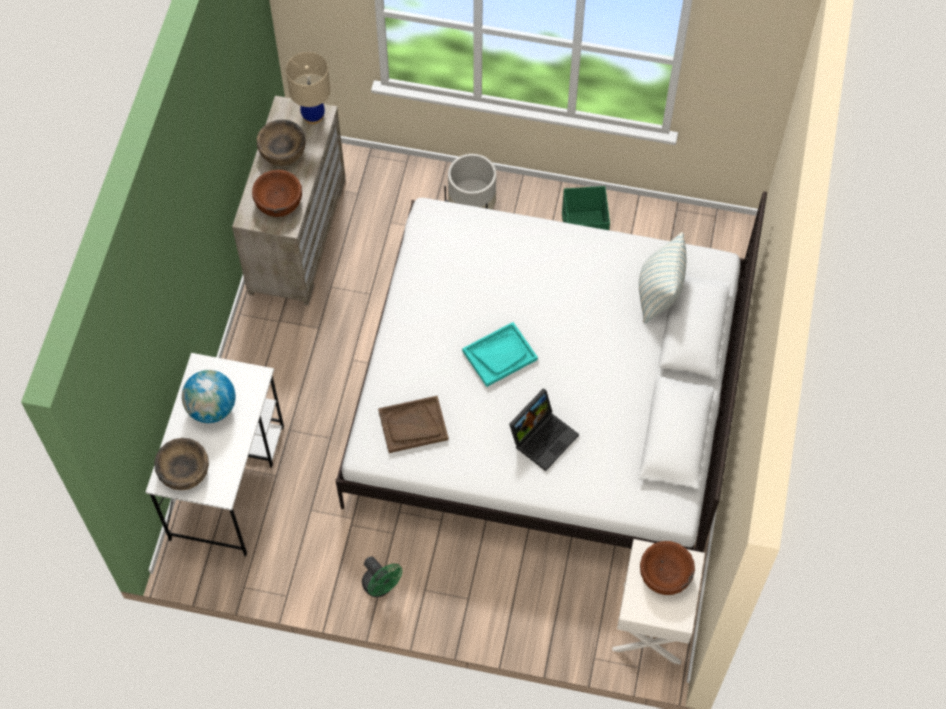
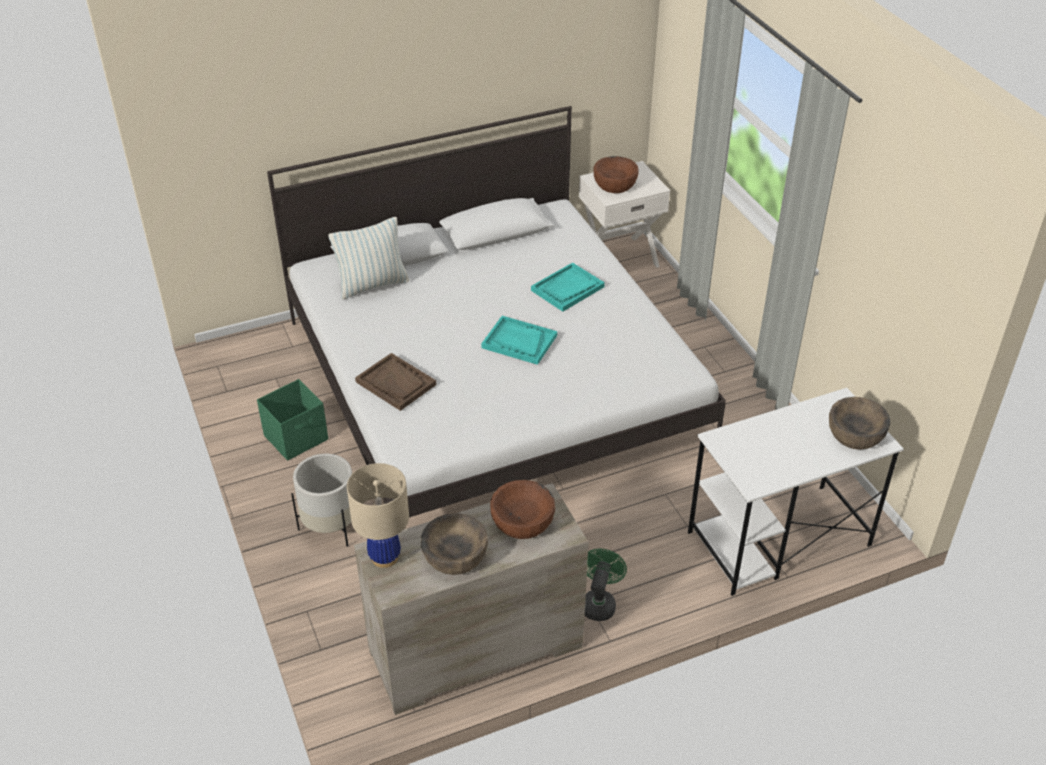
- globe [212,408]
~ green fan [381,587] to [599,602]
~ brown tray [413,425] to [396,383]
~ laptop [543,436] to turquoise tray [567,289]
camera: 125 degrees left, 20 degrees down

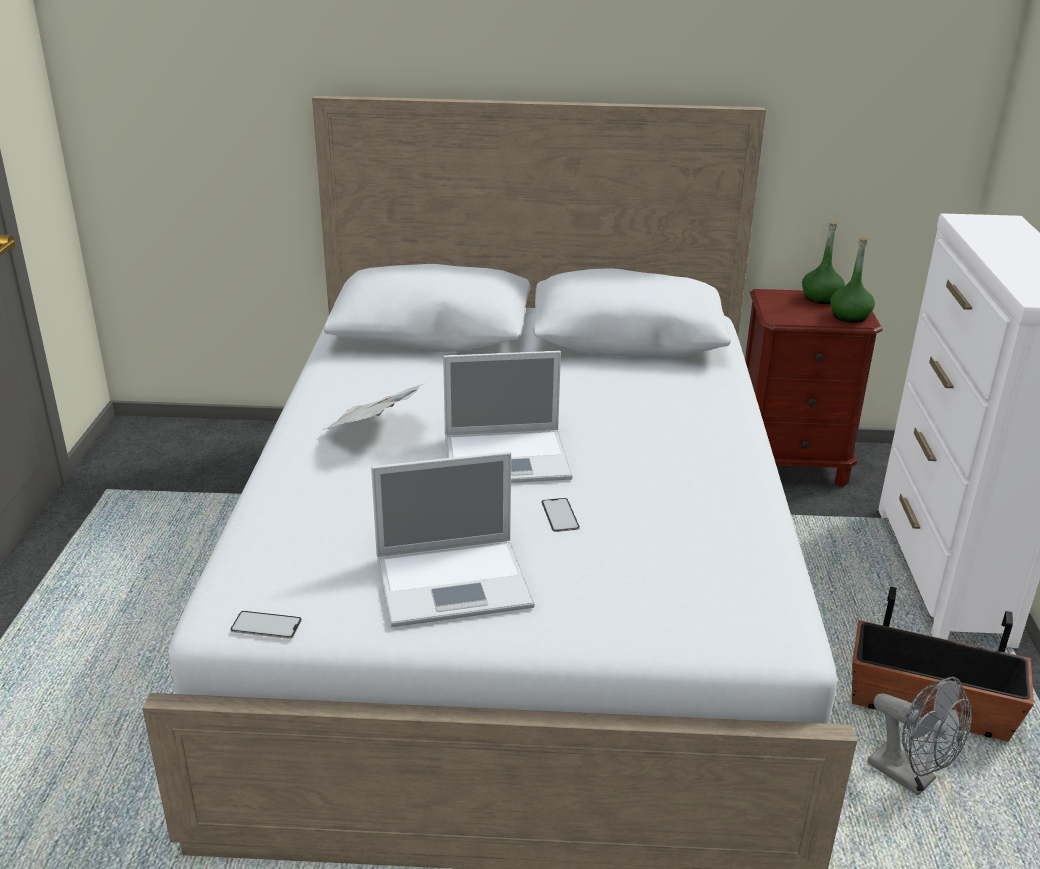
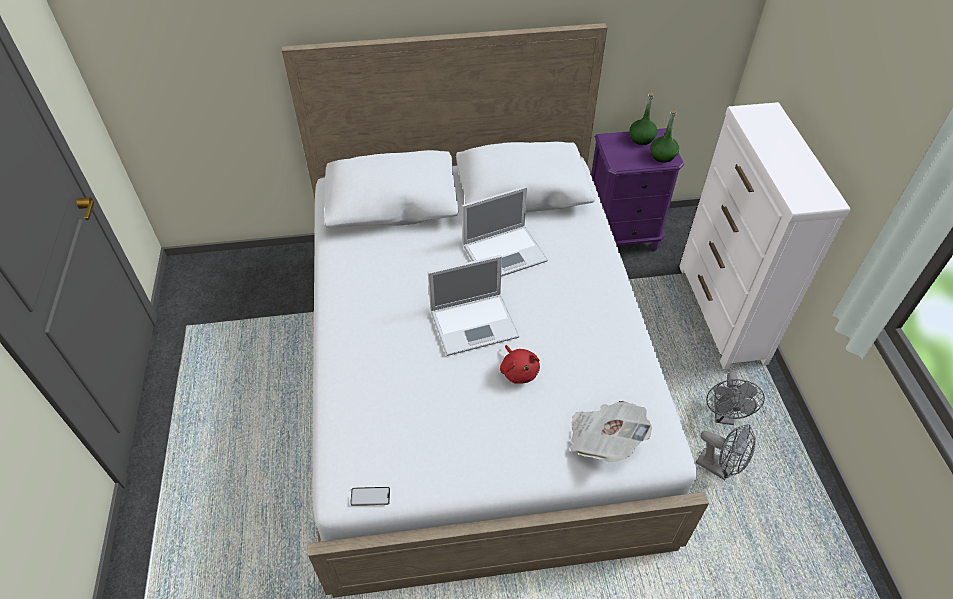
~ newspaper [374,431] to [604,439]
~ laptop [456,582] to [505,252]
~ phone [560,515] to red plush toy [519,371]
~ planter [929,706] to grey fan [724,416]
~ brown nightstand [791,464] to purple nightstand [622,235]
camera: 10 degrees left, 20 degrees up

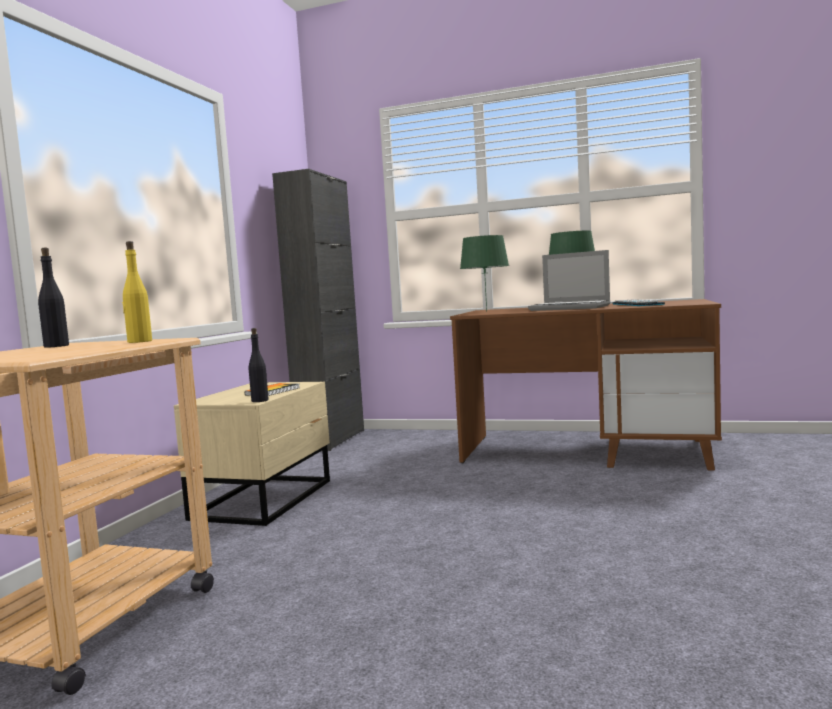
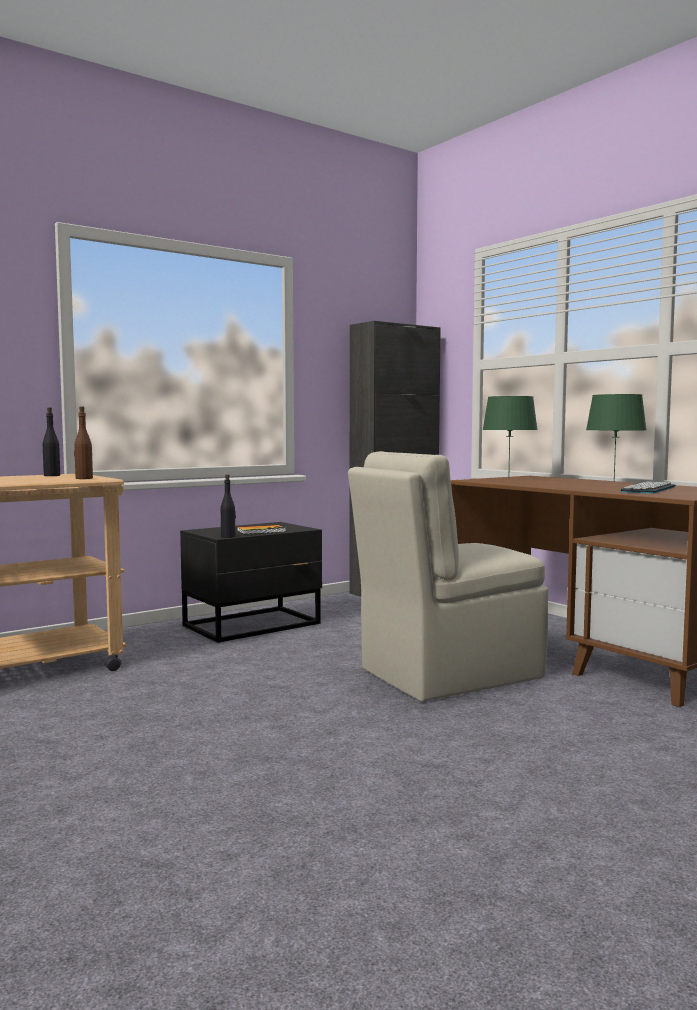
- laptop [571,308]
+ beige chair [446,674]
~ yellow bottle [139,341] to brown bottle [84,478]
~ beige nightstand [267,499] to black nightstand [255,625]
camera: 35 degrees right, 0 degrees up

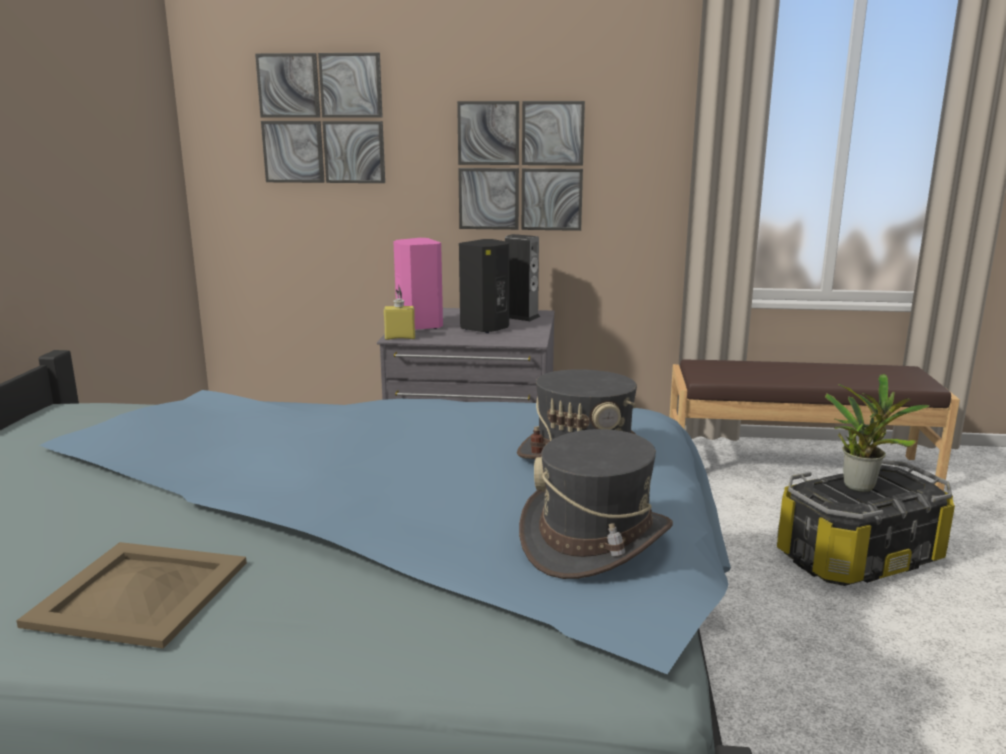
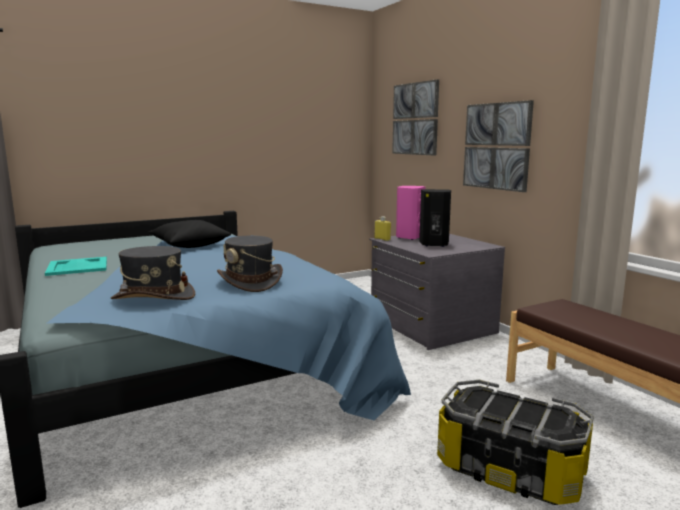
- speaker [521,317]
- potted plant [861,485]
+ black pillow [189,245]
~ beige tray [139,592] to turquoise tray [78,266]
camera: 55 degrees right, 5 degrees down

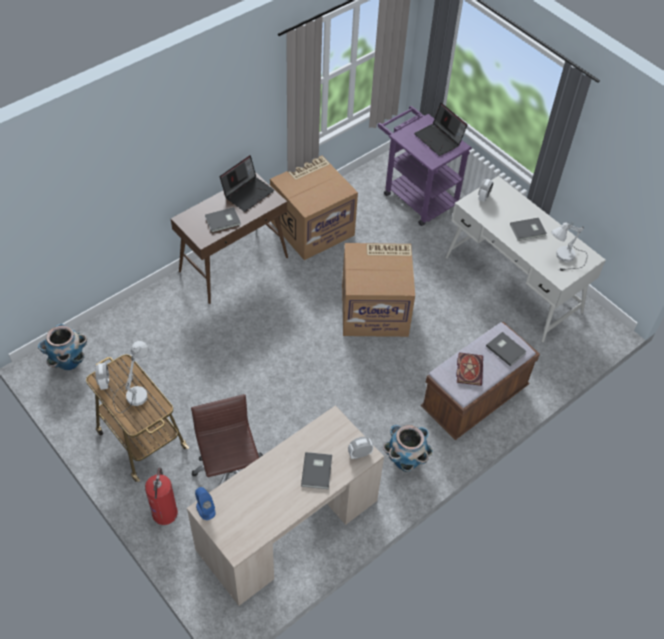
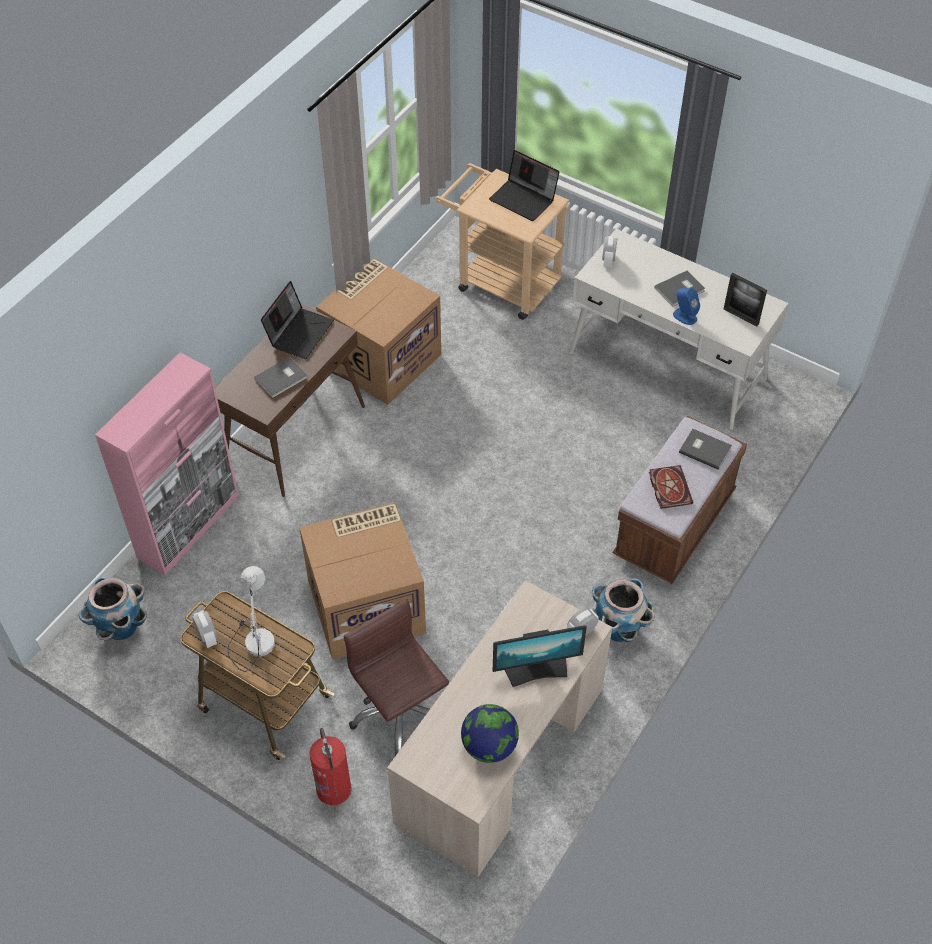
+ pink cabinet [189,526]
+ globe [489,746]
~ blue speaker [205,509] to [684,316]
~ cardboard box [375,309] to [367,605]
~ grey book [317,471] to monitor [536,669]
~ white table lamp [566,260] to picture frame [741,316]
~ purple cart [415,195] to beige cart [501,281]
camera: 15 degrees left, 0 degrees up

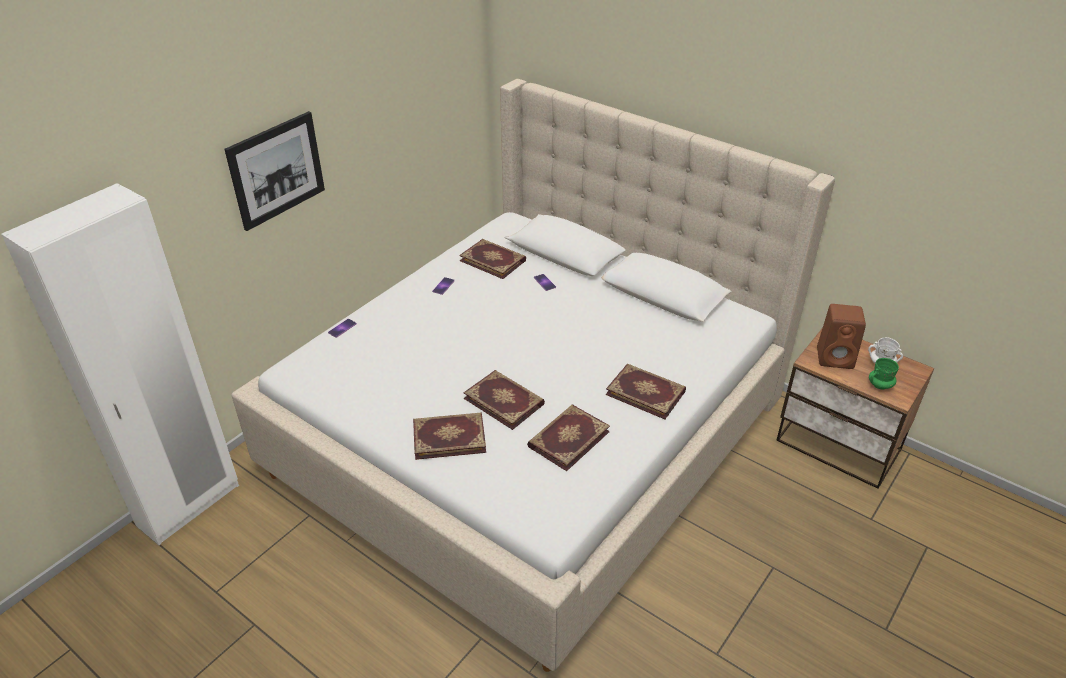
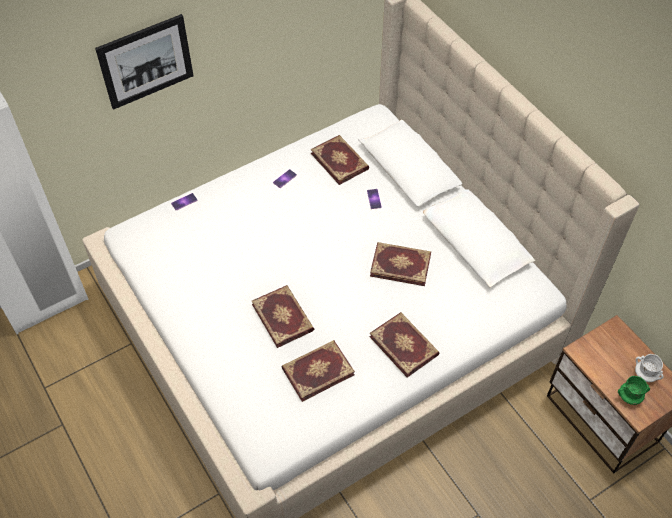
- brown speaker [836,358]
~ book [449,437] to [400,264]
camera: 20 degrees right, 15 degrees up

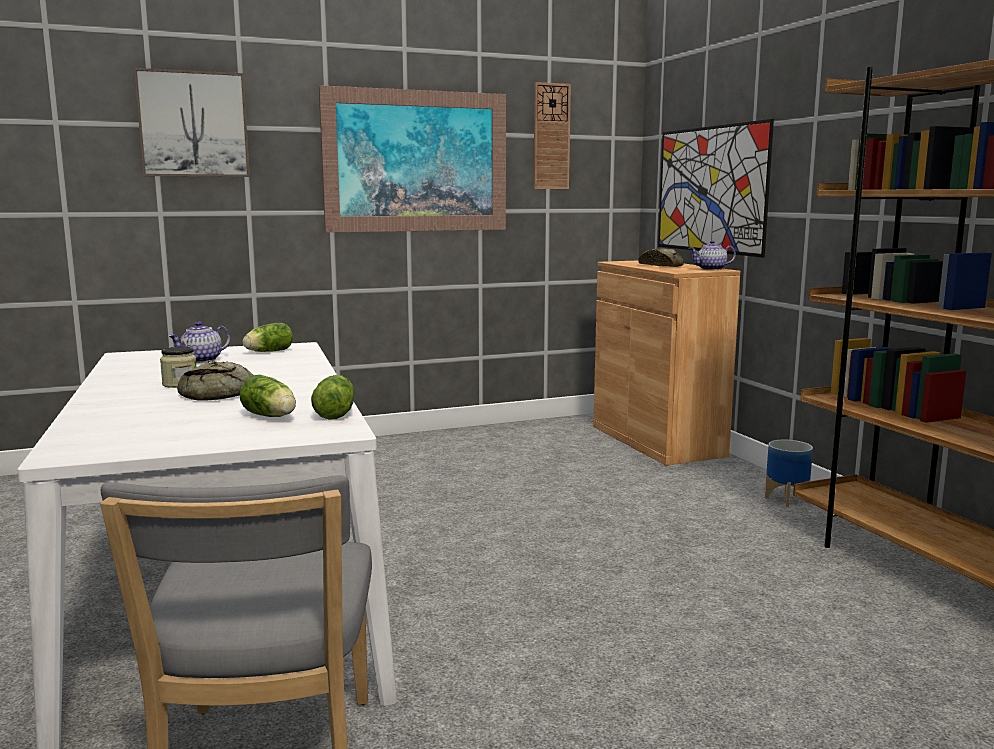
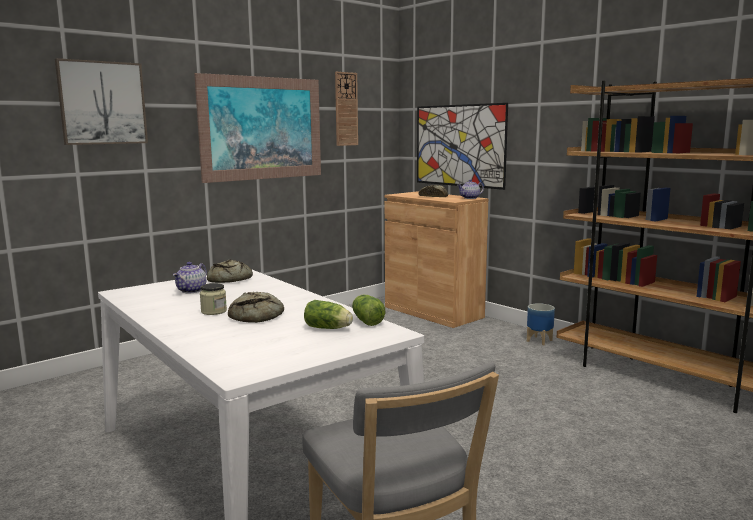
~ lettuce [267,352] to bread [228,279]
camera: 20 degrees left, 0 degrees up

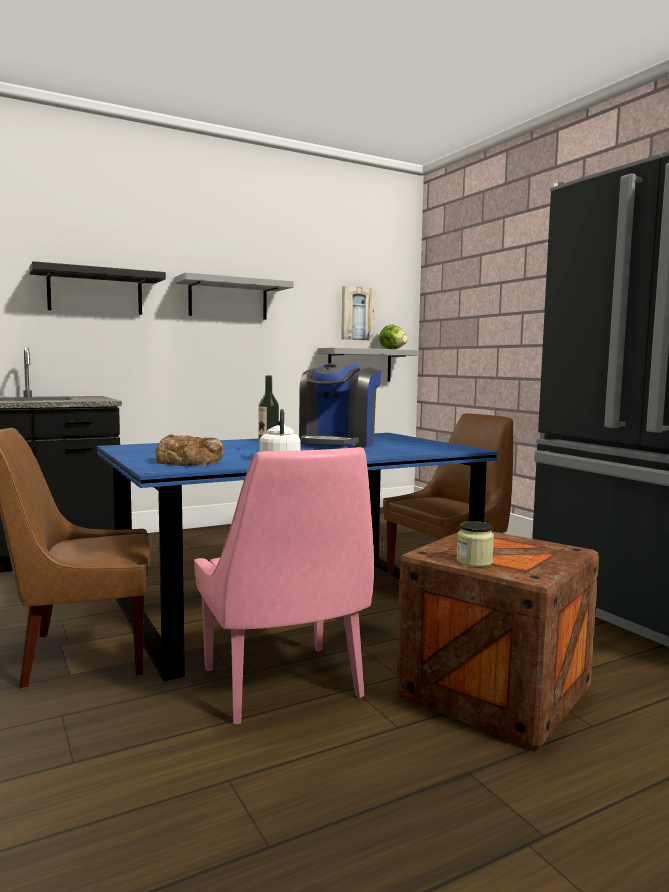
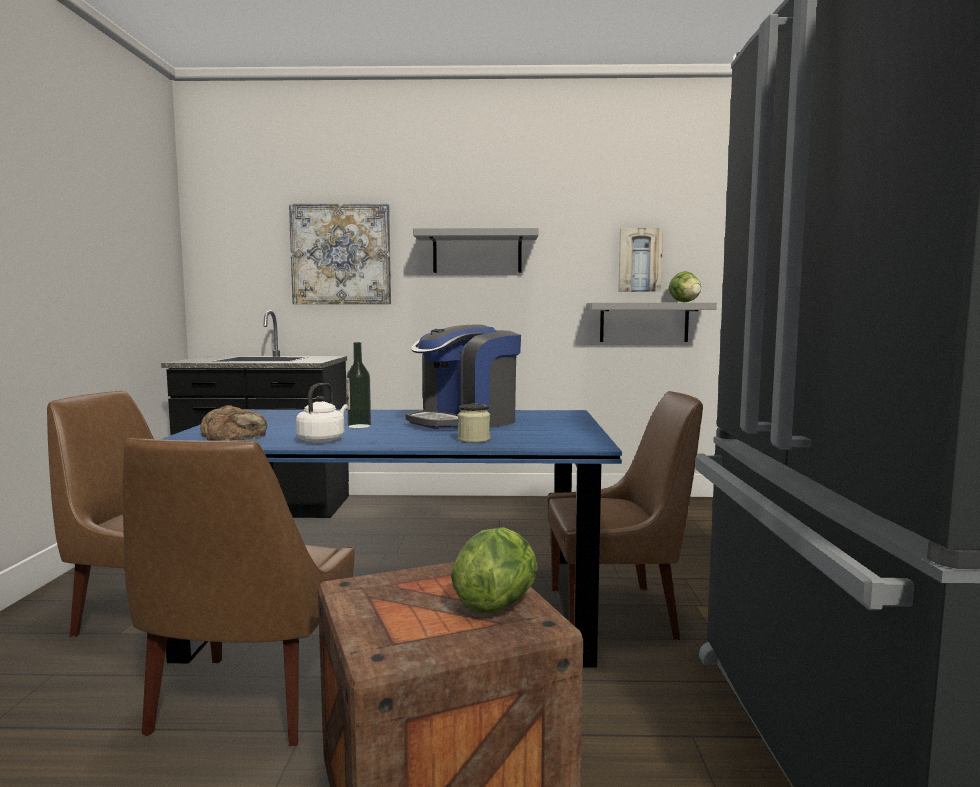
+ lettuce [497,604]
~ jar [474,562] to [474,439]
~ black shelf [95,292] to picture [341,254]
~ pink chair [284,685] to brown chair [247,703]
camera: 30 degrees right, 0 degrees up

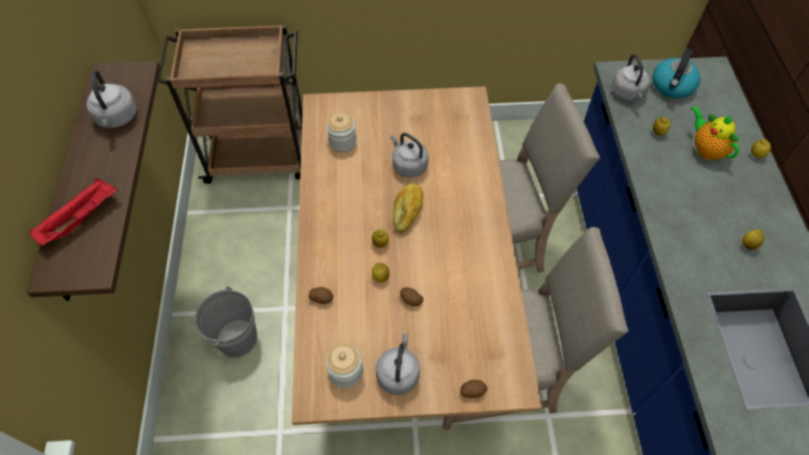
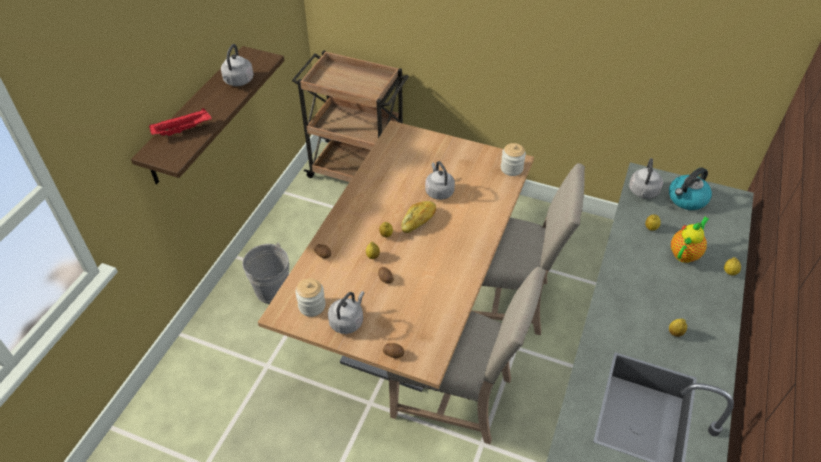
~ jar [343,142] to [511,168]
~ teapot [705,149] = [685,253] 45 degrees clockwise
camera: 25 degrees right, 10 degrees down

